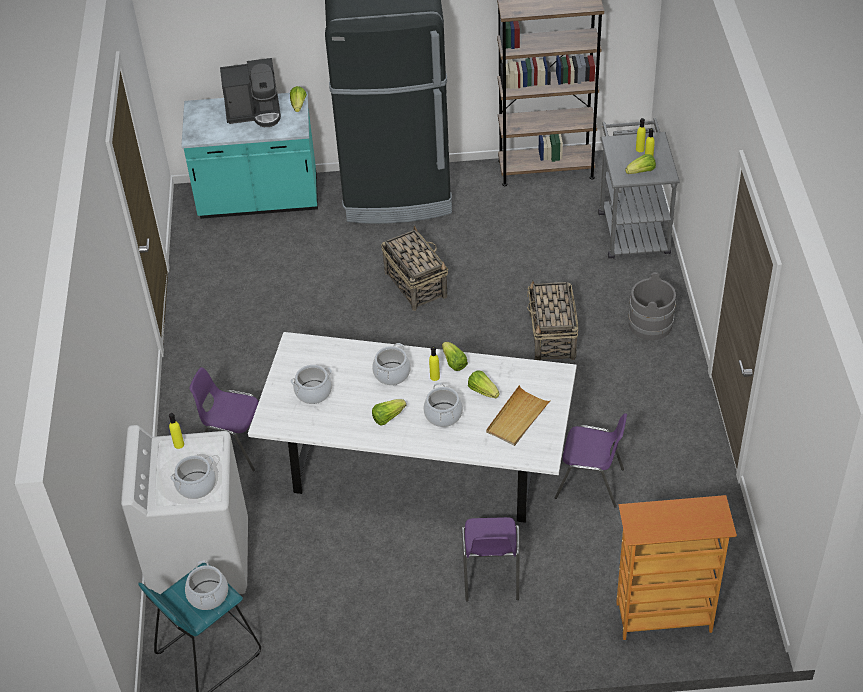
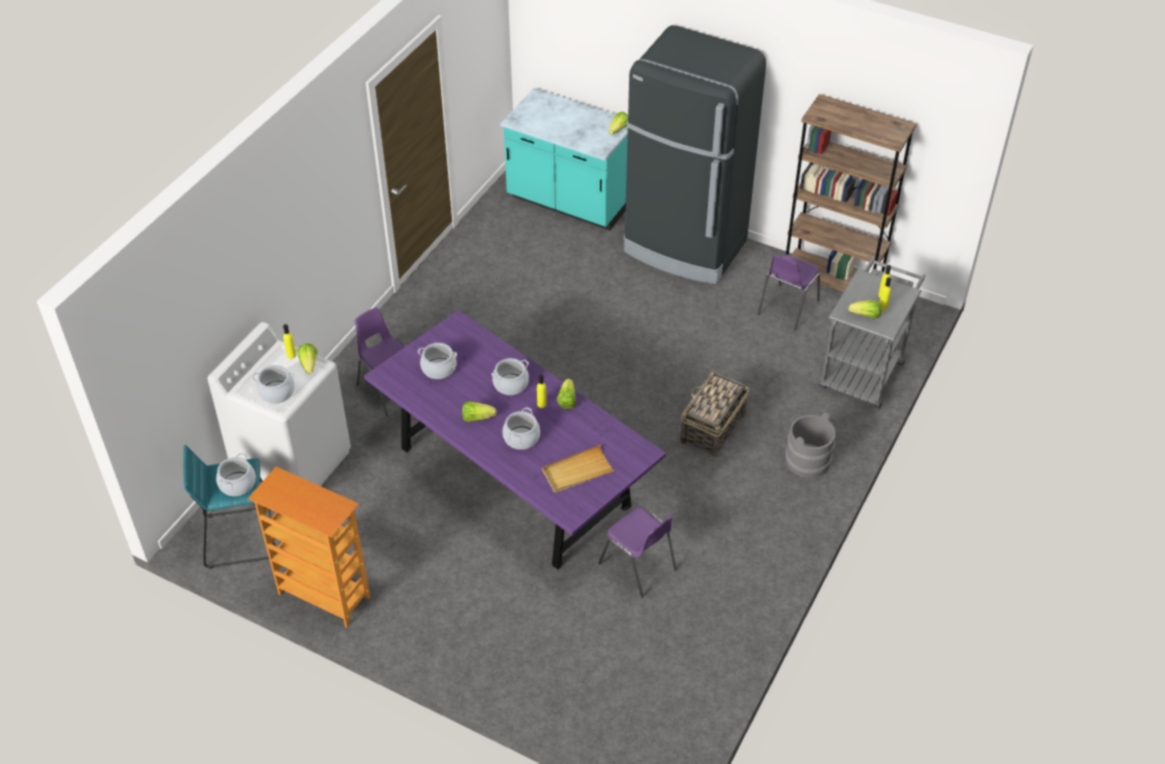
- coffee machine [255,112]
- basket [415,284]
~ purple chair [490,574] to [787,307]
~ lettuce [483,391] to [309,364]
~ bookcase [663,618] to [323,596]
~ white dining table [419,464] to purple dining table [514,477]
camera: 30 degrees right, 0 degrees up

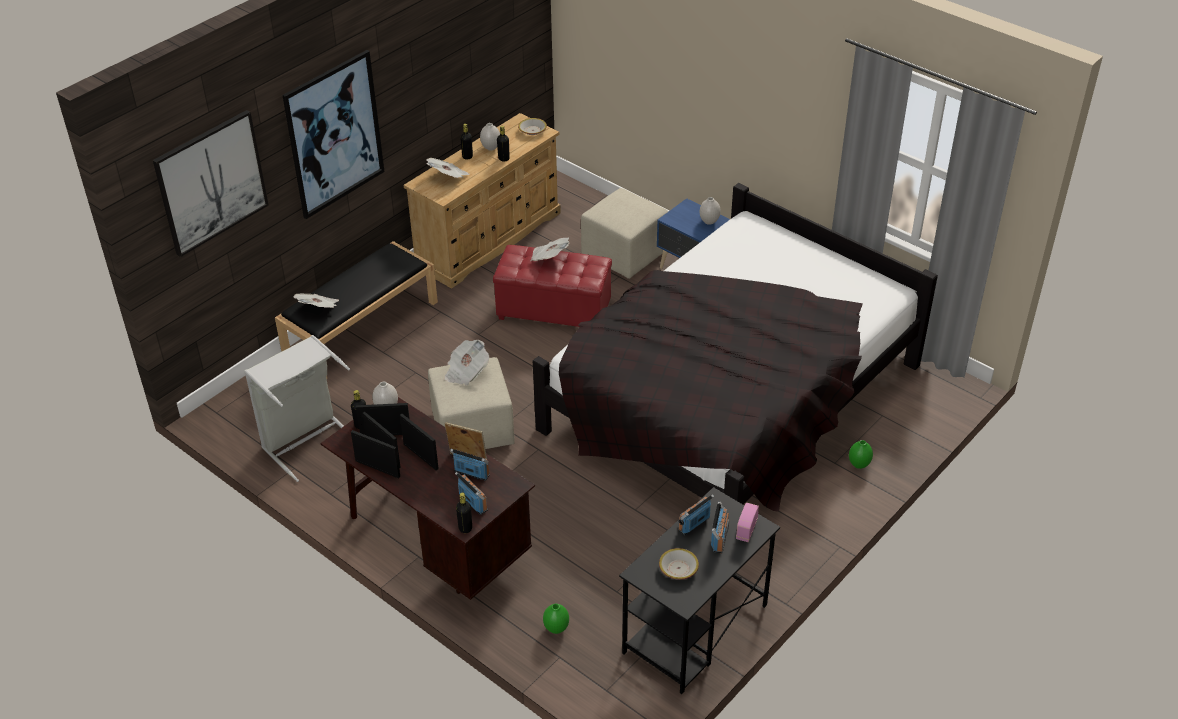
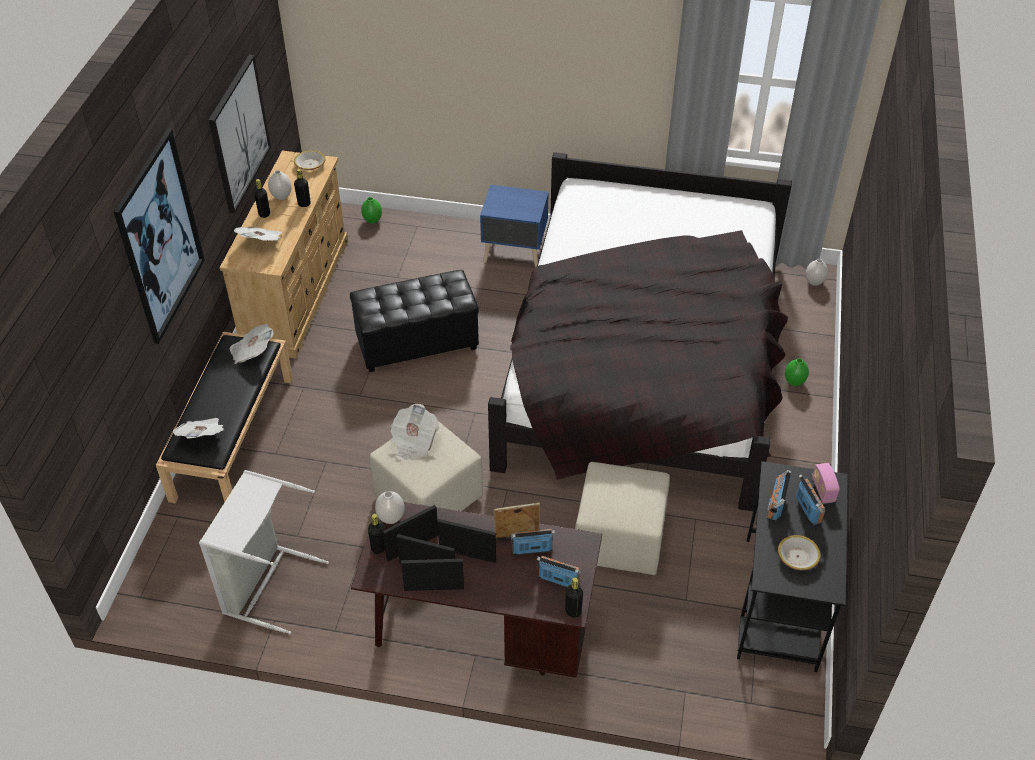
~ picture [211,182] to [239,134]
~ newspaper [549,258] to [252,352]
~ green vase [556,628] to [373,220]
~ beige ottoman [625,255] to [621,539]
~ white vase [709,221] to [814,282]
~ red ottoman [553,312] to black ottoman [417,344]
camera: 30 degrees left, 5 degrees up

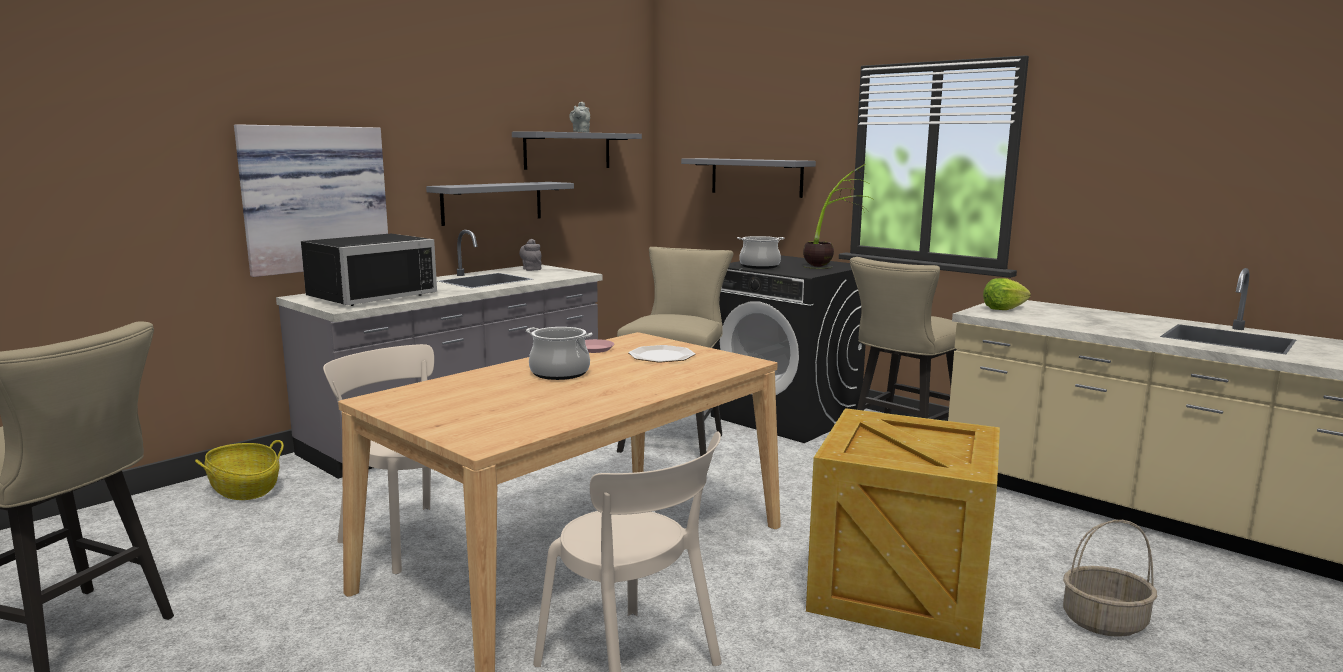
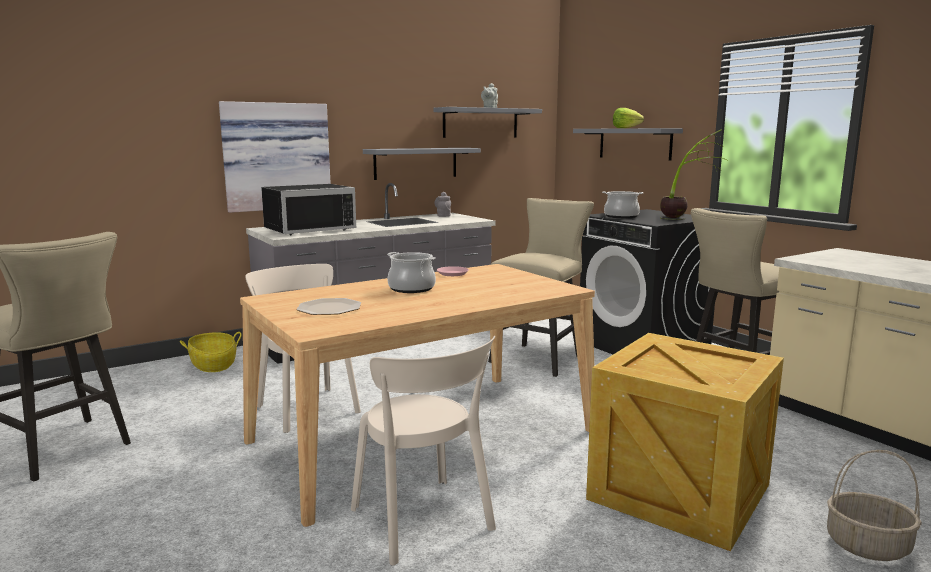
~ plate [661,356] to [328,308]
~ lettuce [1003,309] to [625,128]
camera: 15 degrees right, 0 degrees up

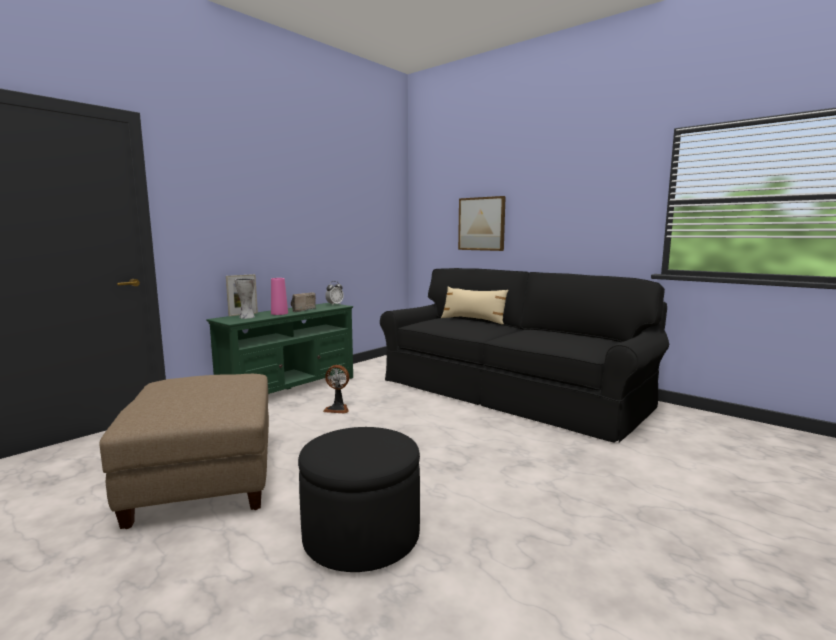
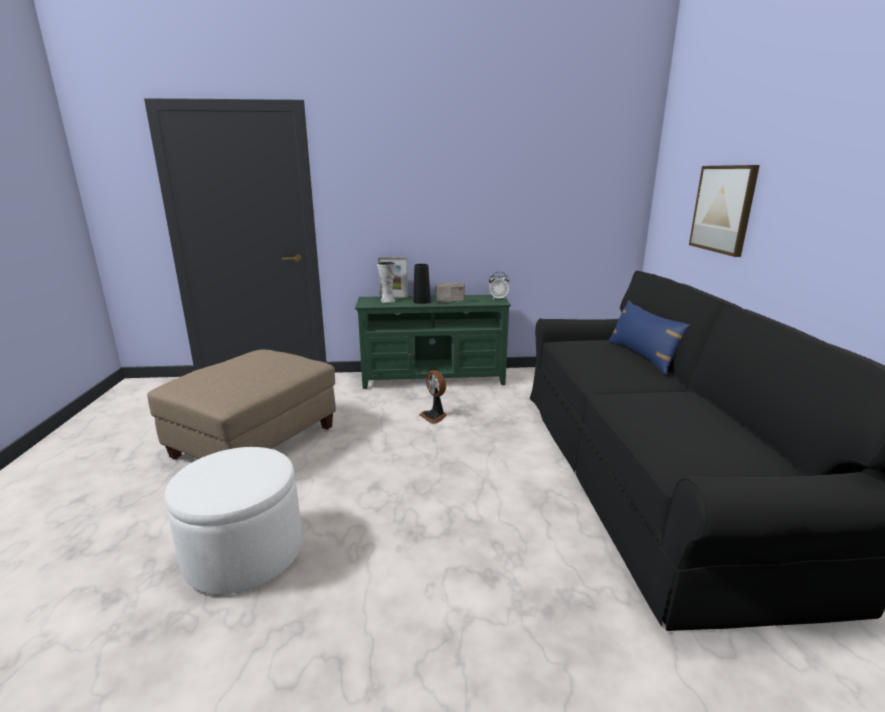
~ pink vase [279,313] to black vase [421,301]
~ black ottoman [361,536] to white ottoman [244,553]
~ beige pillow [473,320] to blue pillow [642,356]
camera: 45 degrees right, 10 degrees up

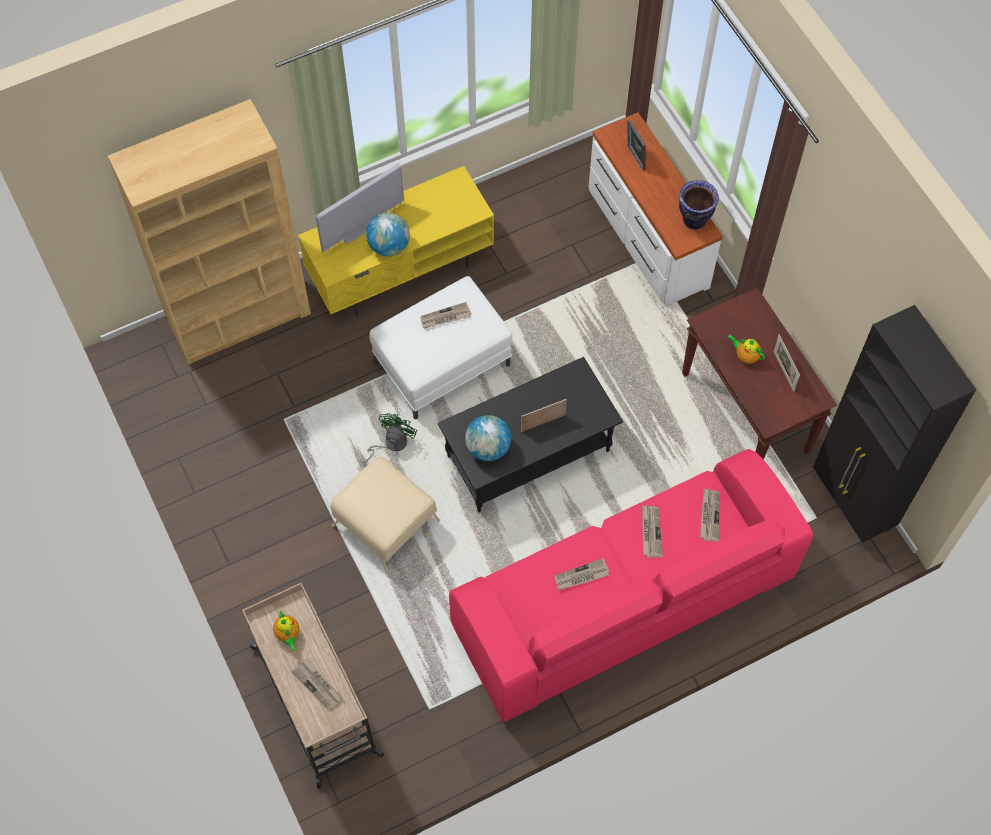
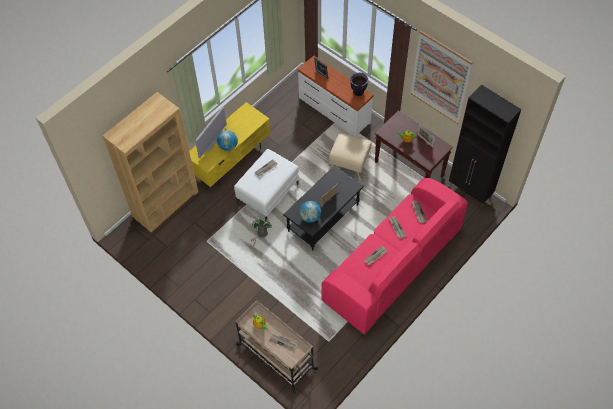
+ picture [440,78]
~ beige ottoman [385,522] to [349,161]
camera: 20 degrees left, 5 degrees down

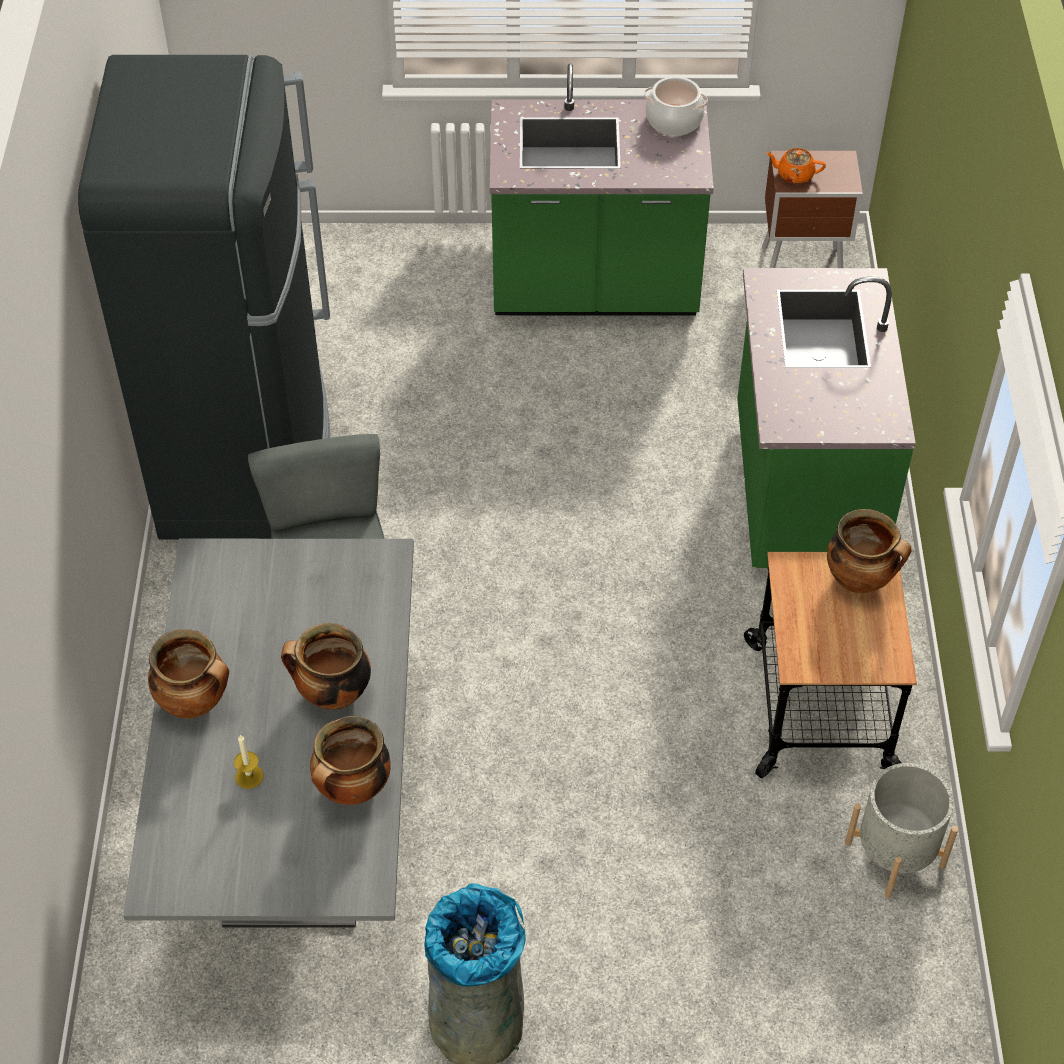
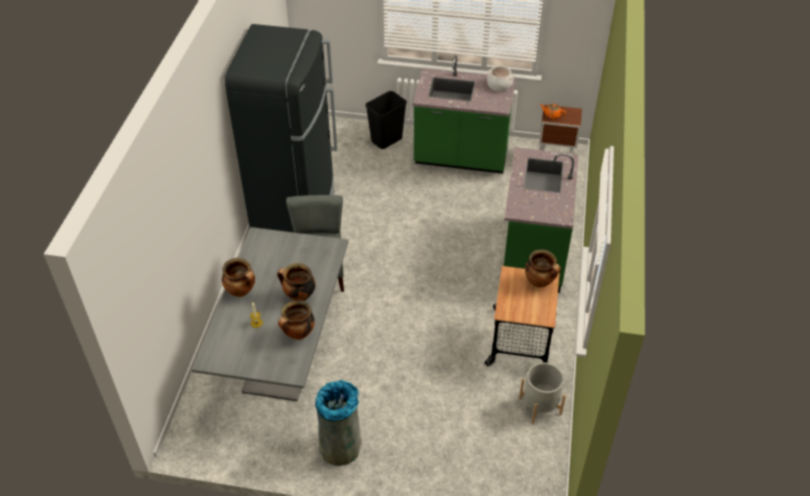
+ black trash can [386,140]
camera: 10 degrees right, 5 degrees down

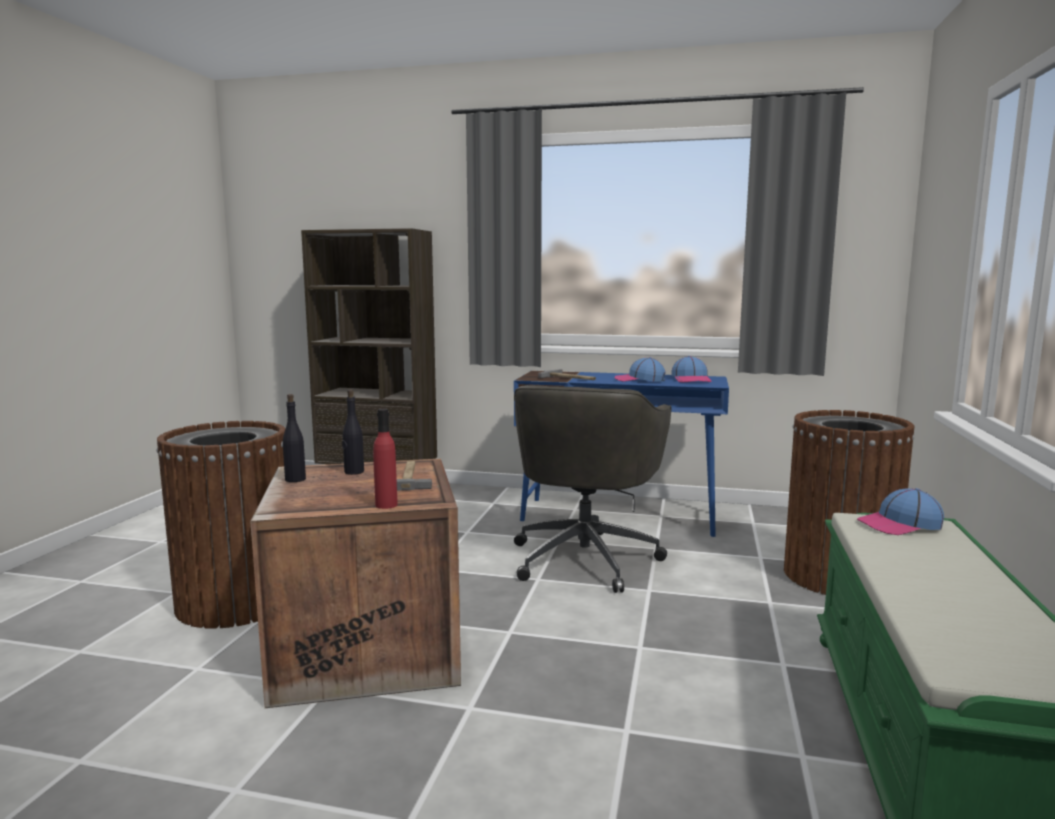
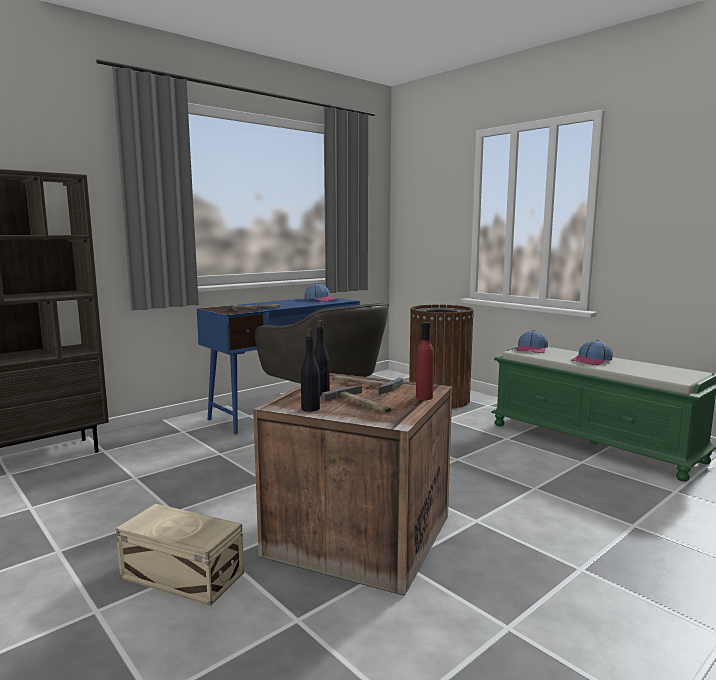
+ hammer [363,404]
~ cap [639,380] to [591,360]
~ brown trash can [236,601] to beige storage box [182,577]
camera: 55 degrees left, 0 degrees up

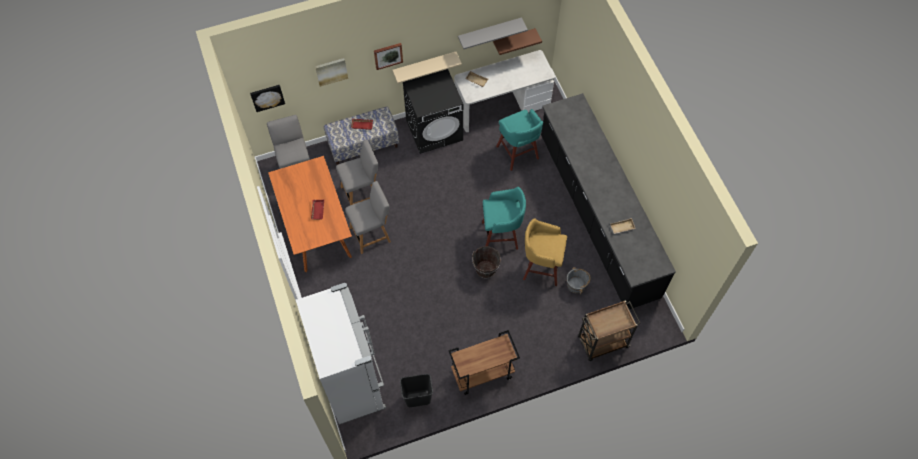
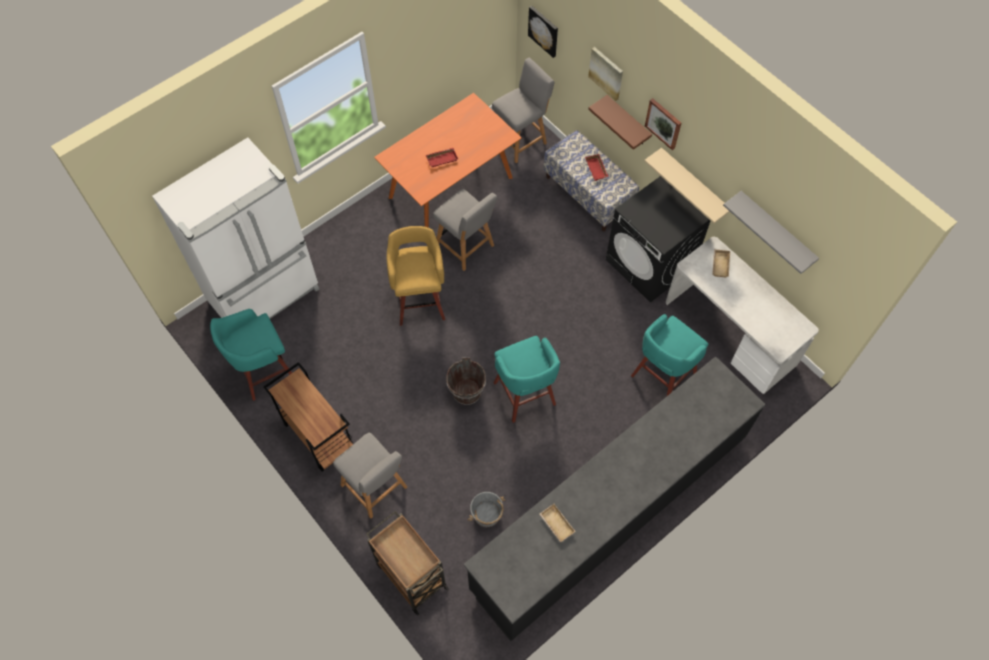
~ grey chair [362,193] to [376,488]
~ brown shelf [514,39] to [628,121]
~ yellow stool [541,267] to [420,300]
~ black trash can [417,398] to turquoise stool [263,372]
camera: 70 degrees right, 0 degrees up

